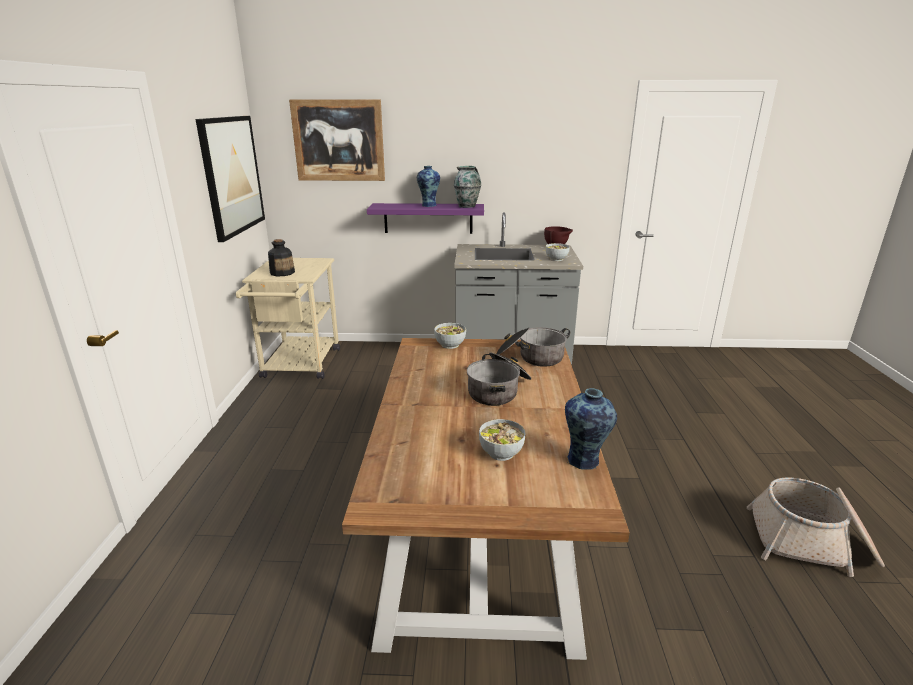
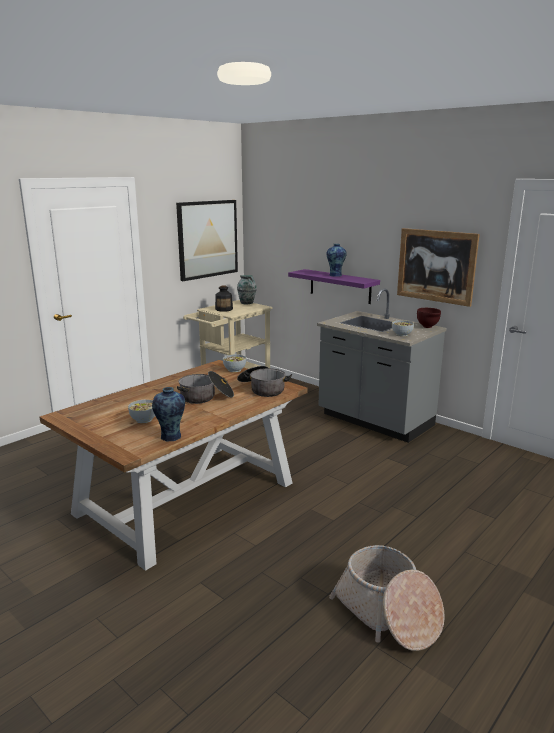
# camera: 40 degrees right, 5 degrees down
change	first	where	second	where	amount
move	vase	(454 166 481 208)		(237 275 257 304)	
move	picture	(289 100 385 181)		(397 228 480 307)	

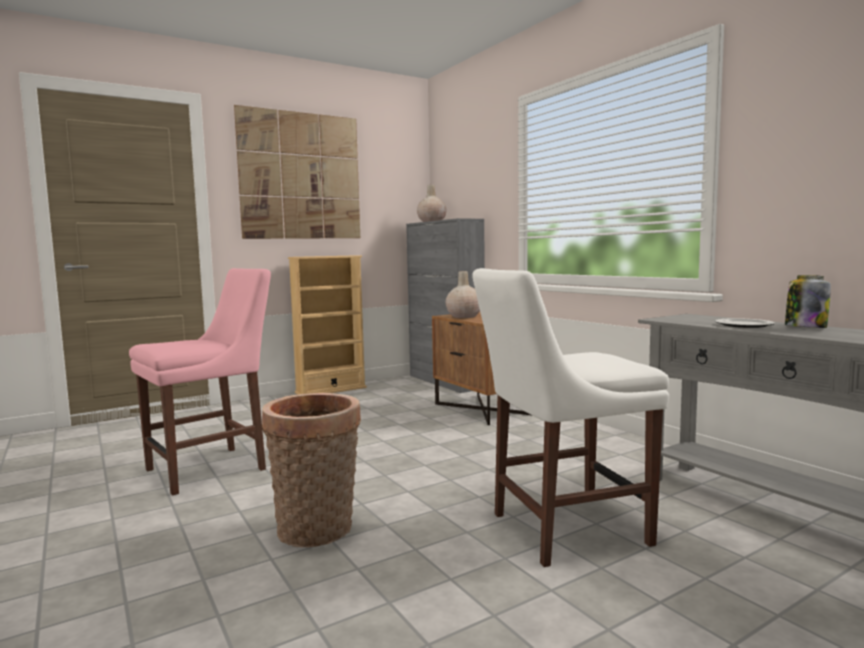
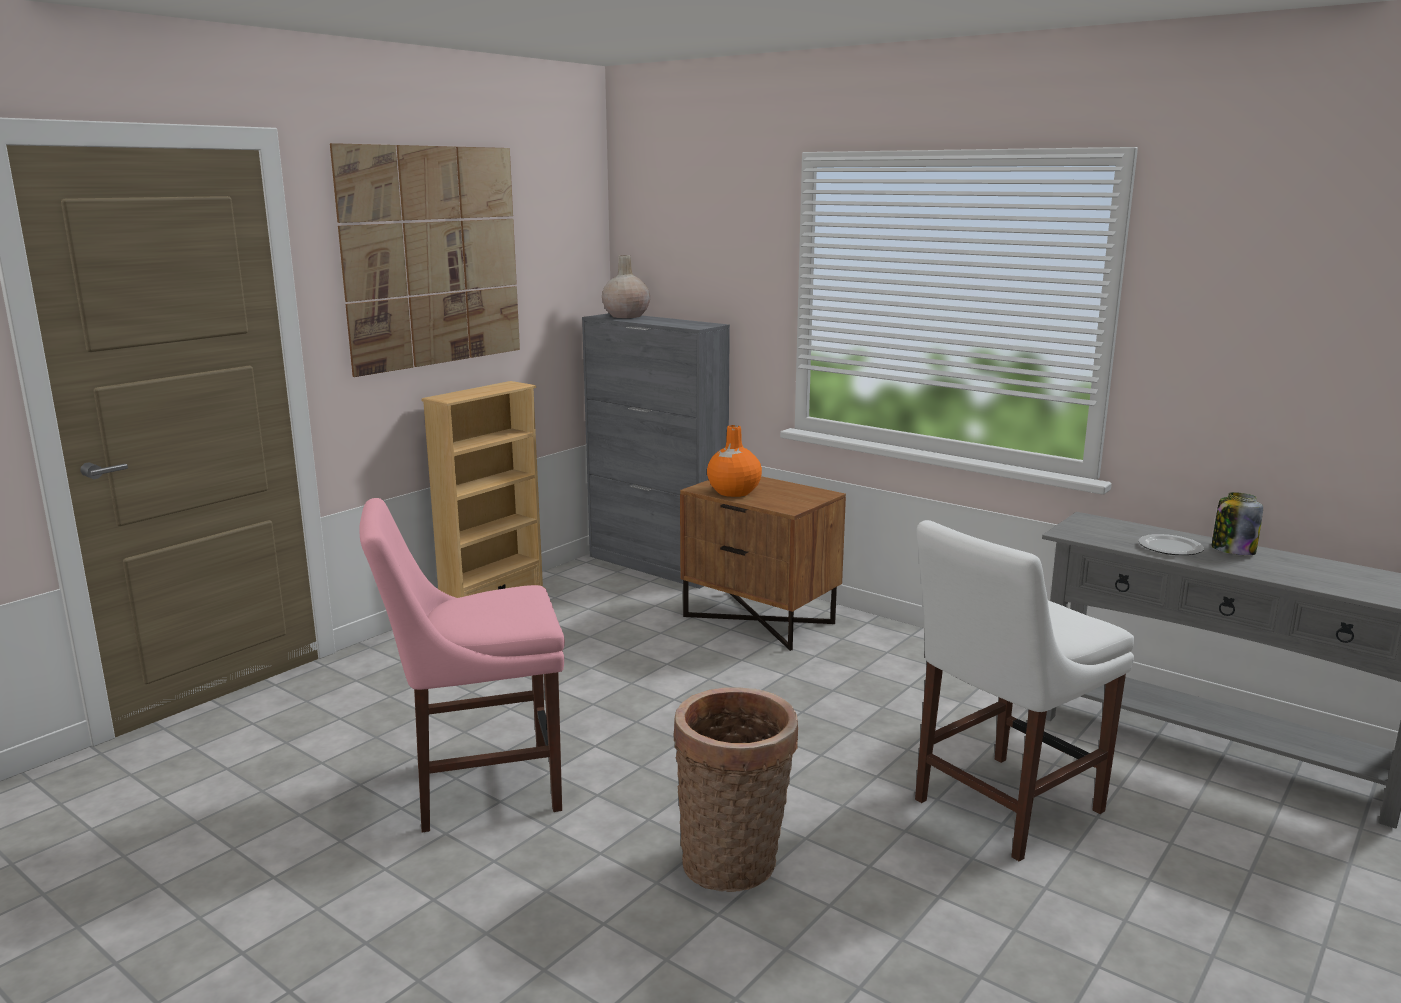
# camera: 20 degrees left, 10 degrees up
change	first	where	second	where	amount
rotate	chair/pink	(129 268 271 496)		(359 498 565 833)	135 degrees counterclockwise
recolor	vase/beige	(446 271 480 318)	vase/orange	(707 425 762 497)	

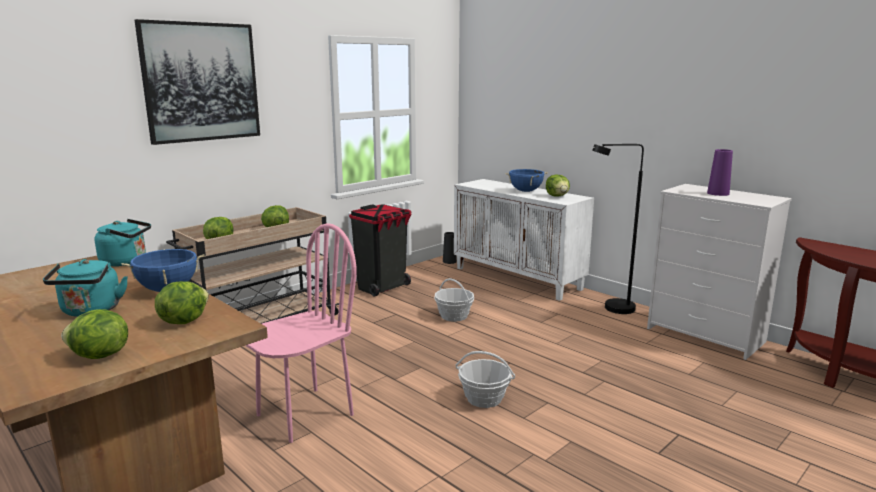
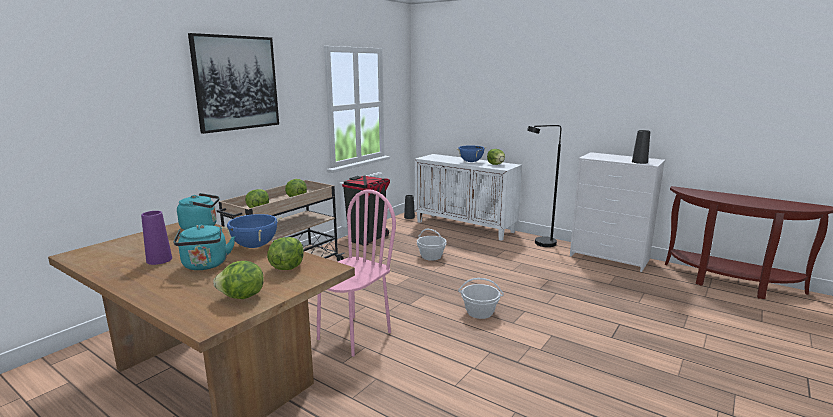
# camera: 10 degrees left, 0 degrees up
change	first	where	second	where	amount
move	vase/purple	(707 149 733 196)		(141 211 172 265)	
insert			vase/black	(632 130 650 164)	

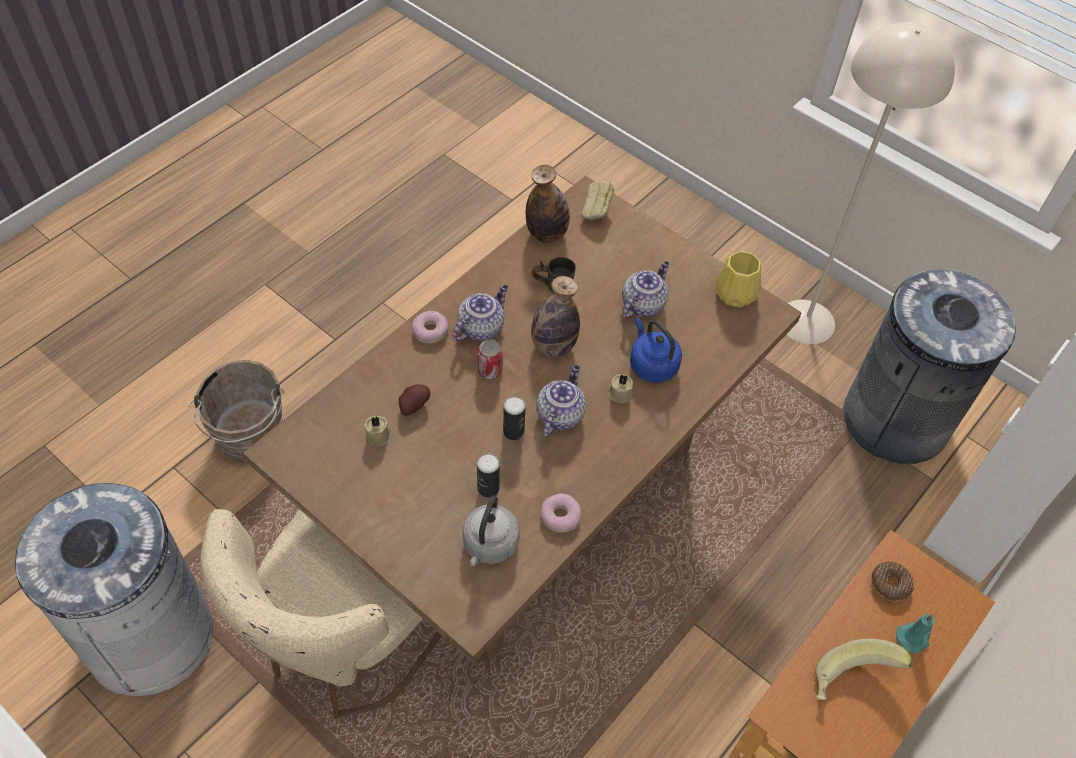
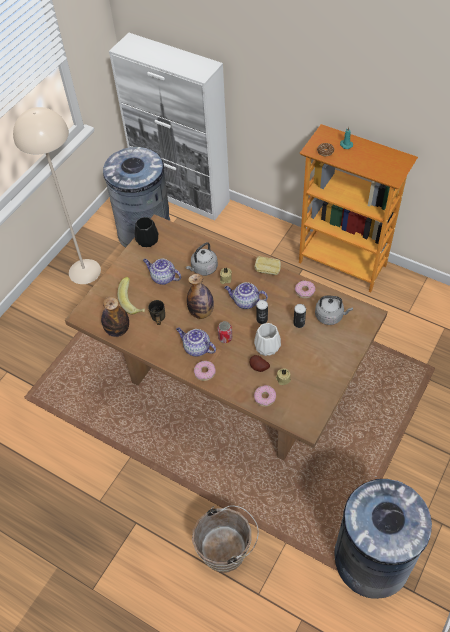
# camera: 95 degrees left, 0 degrees up
change	first	where	second	where	amount
move	banana	(815 638 913 700)		(117 277 145 314)	
recolor	vase/yellow	(716 251 761 308)	vase/black	(135 217 158 247)	
recolor	kettle/blue	(630 318 682 383)	kettle/grey	(186 242 218 276)	
insert			vase/white	(254 323 281 356)	
insert			donut	(254 385 276 407)	
move	bread	(581 181 614 221)		(255 256 281 275)	
delete	chair/beige	(200 509 442 718)			

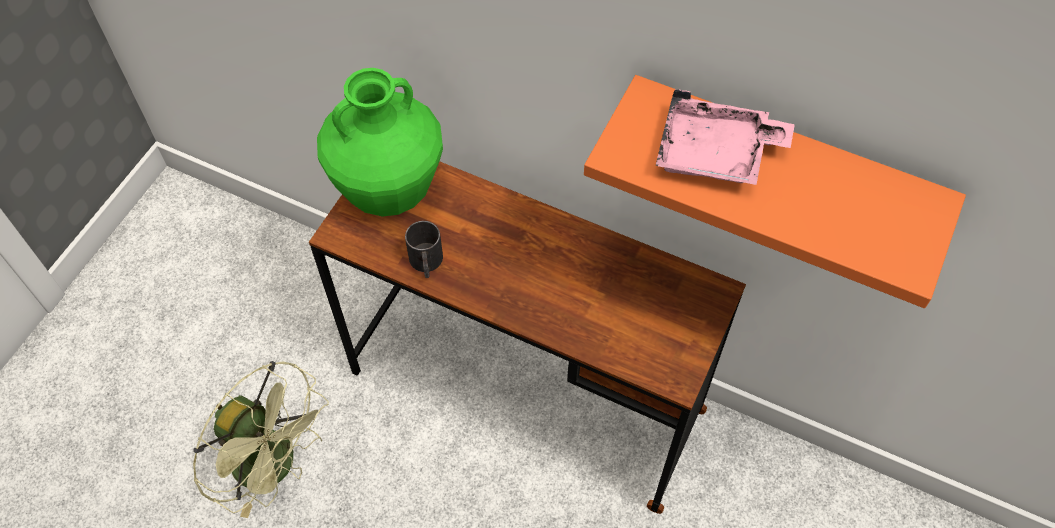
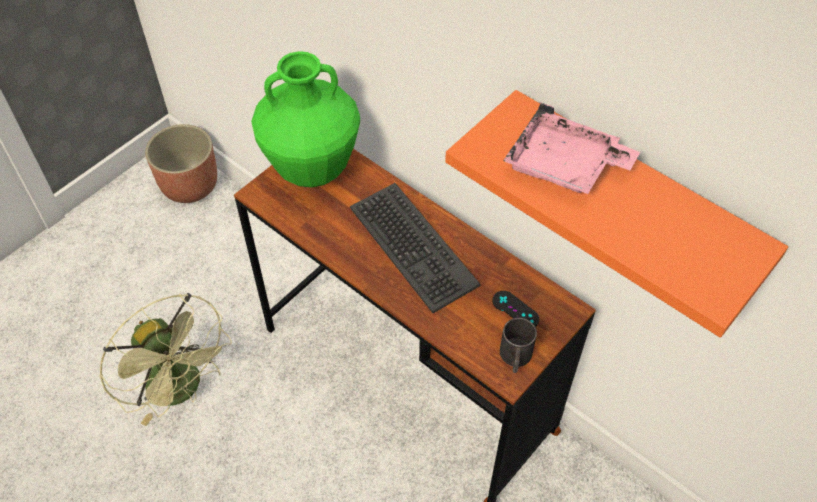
# camera: 15 degrees right, 5 degrees down
change	first	where	second	where	amount
insert			planter	(145 124 217 203)	
insert			keyboard	(350 183 481 313)	
insert			game controller/black	(492 291 539 327)	
move	mug/black	(405 221 443 278)		(500 318 537 373)	

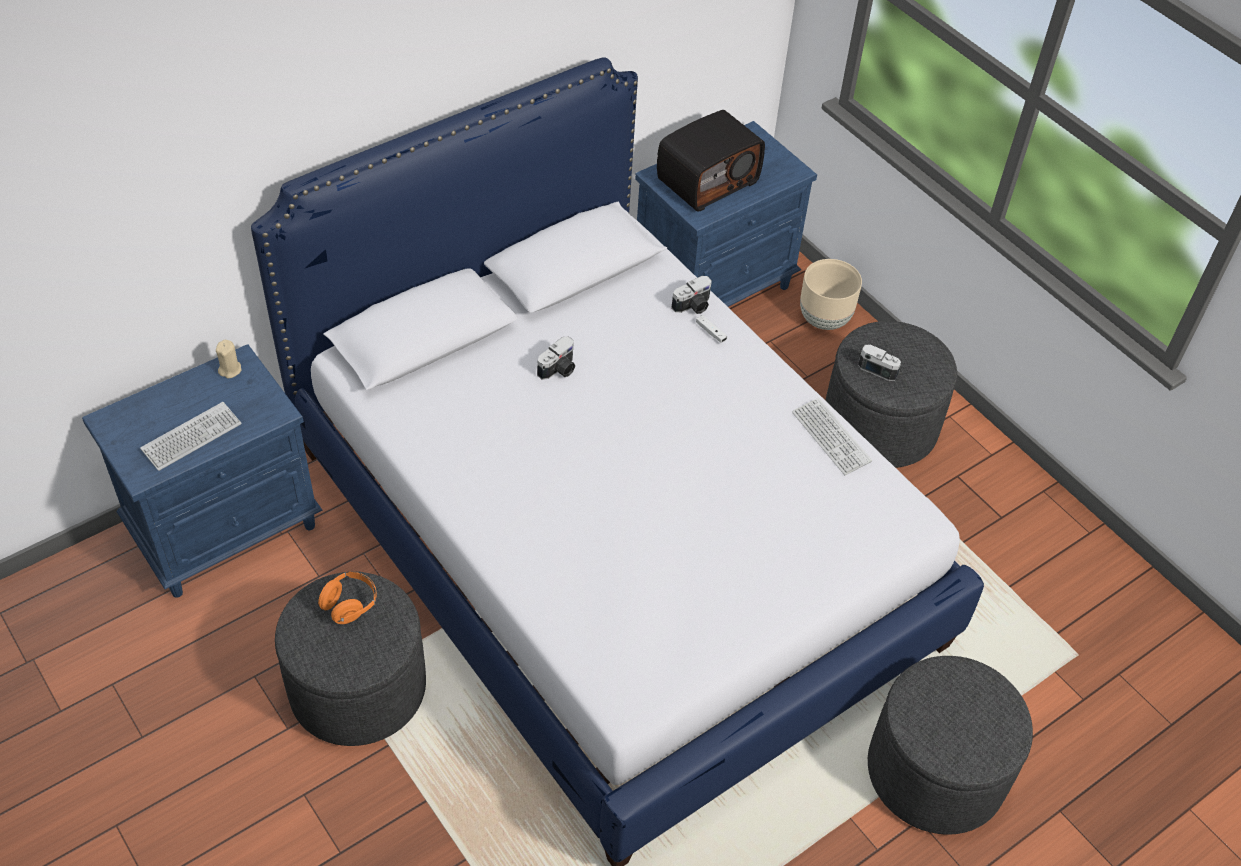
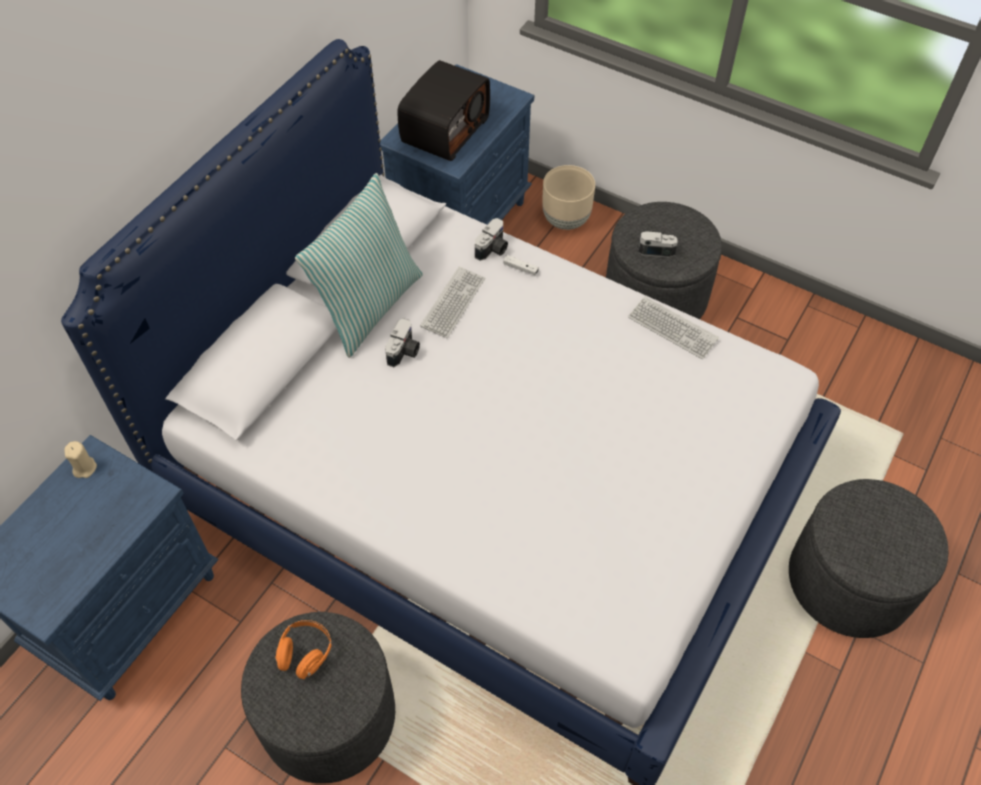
# camera: 20 degrees left, 5 degrees up
change	first	where	second	where	amount
insert			pillow	(295 173 423 358)	
move	keyboard	(140 402 241 471)		(420 266 485 338)	

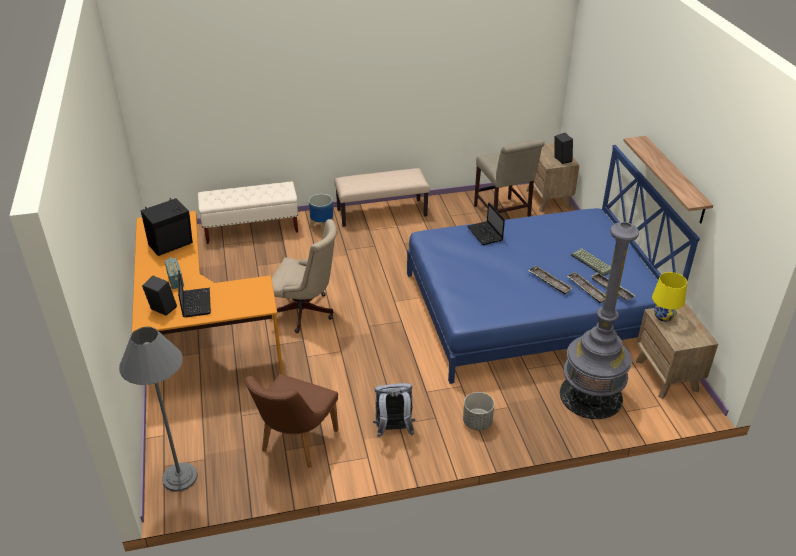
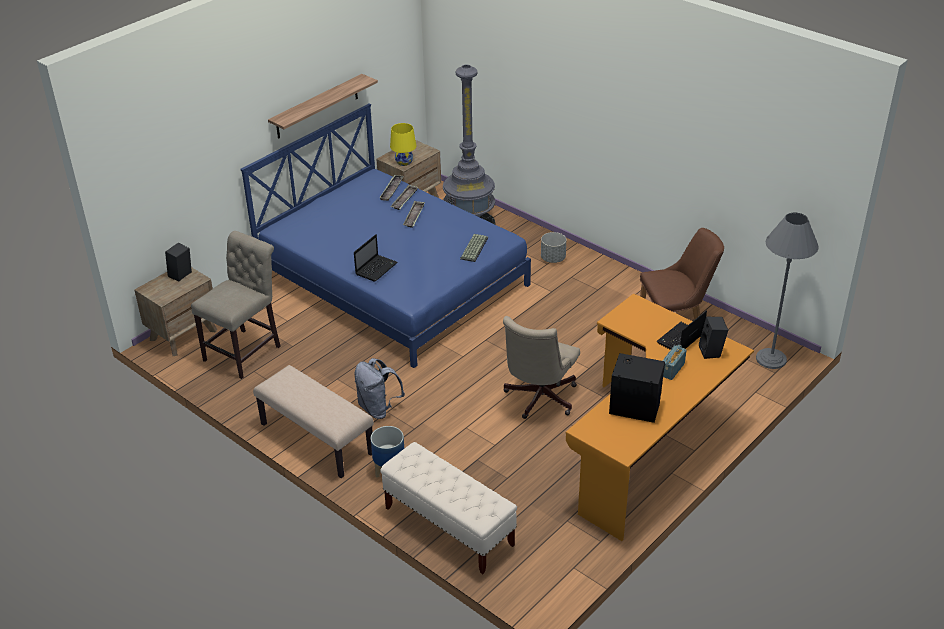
# camera: 125 degrees left, 0 degrees up
change	first	where	second	where	amount
move	backpack/grey	(373 383 415 437)		(355 358 405 419)	
move	keyboard	(571 248 611 276)		(460 234 488 262)	
rotate	office chair/beige	(272 219 337 333)		(503 316 580 419)	135 degrees counterclockwise

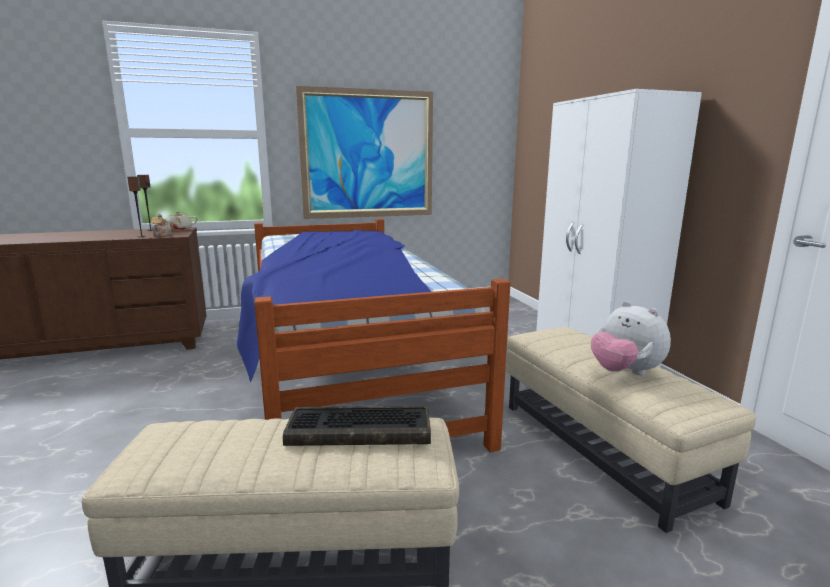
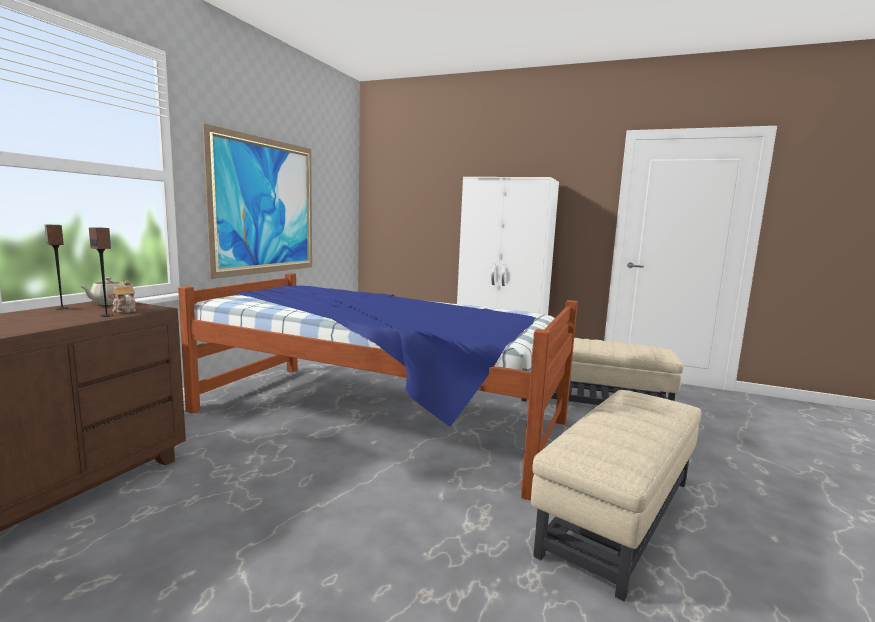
# camera: 50 degrees left, 5 degrees down
change	first	where	second	where	amount
delete	keyboard	(283 406 431 446)			
delete	plush toy	(591 301 671 375)			

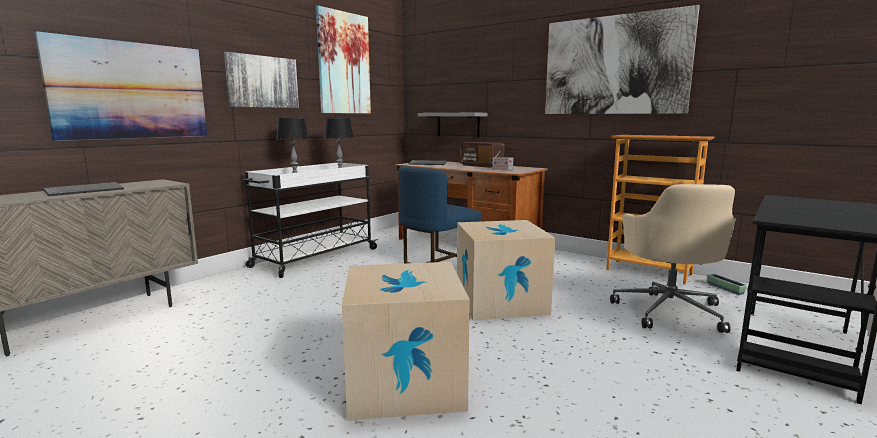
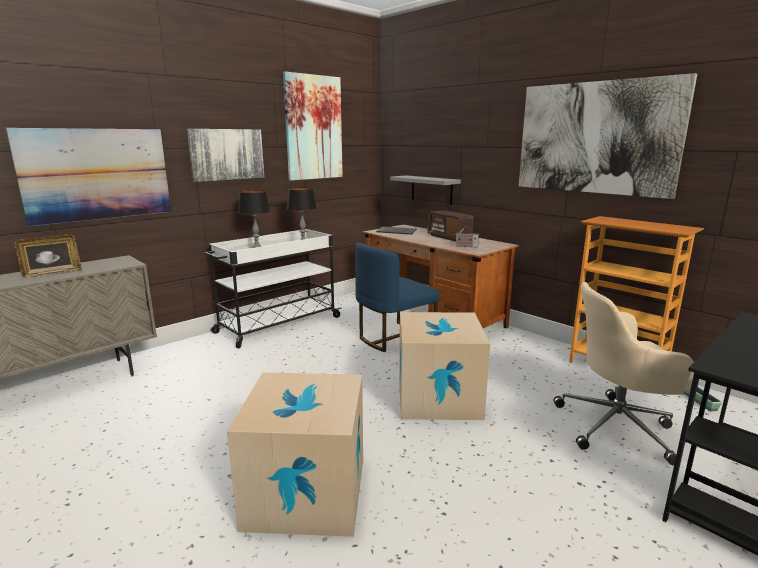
# camera: 10 degrees right, 5 degrees up
change	first	where	second	where	amount
replace	keyboard	(43 182 124 196)	picture frame	(14 234 82 278)	
rotate	office chair/beige	(610 184 735 333)		(553 282 694 465)	75 degrees clockwise

